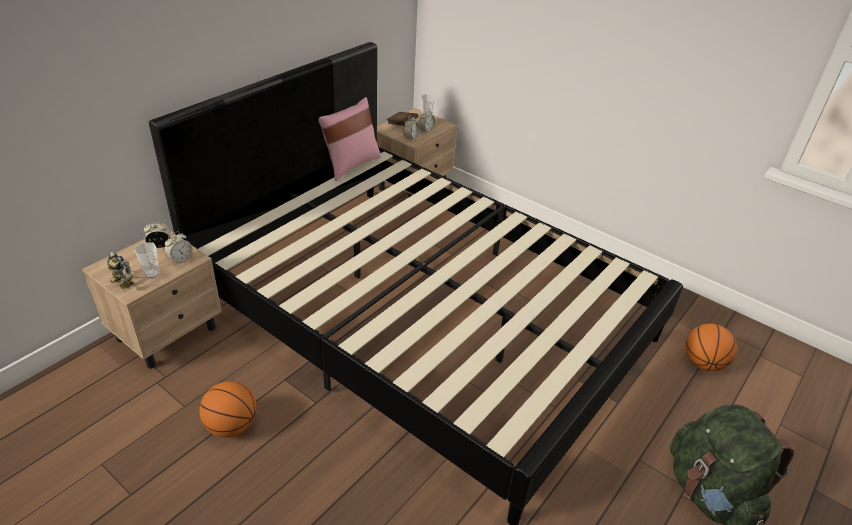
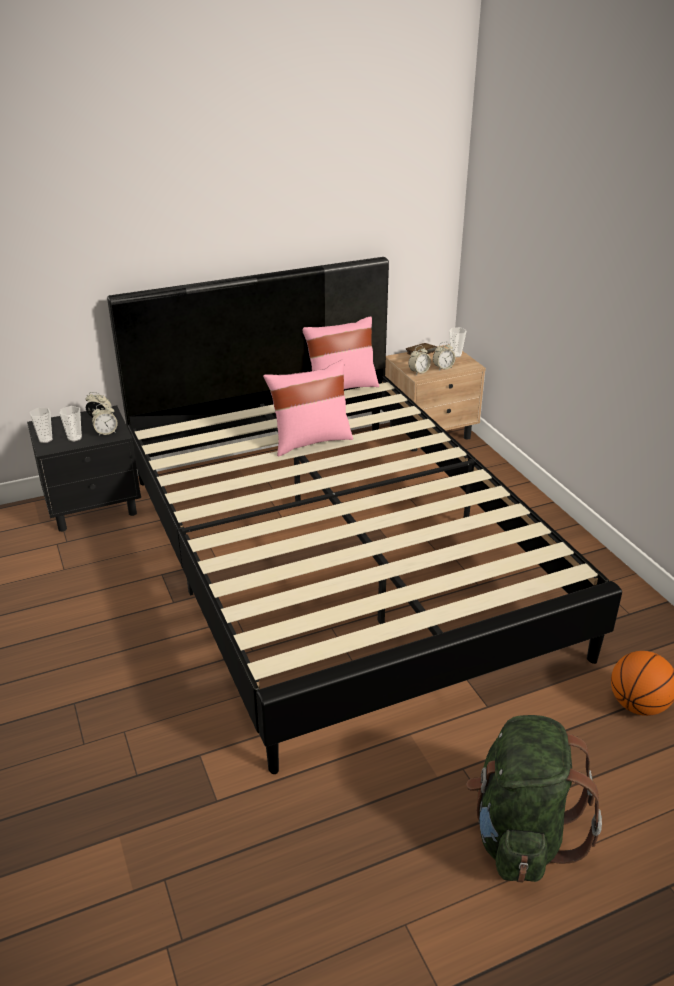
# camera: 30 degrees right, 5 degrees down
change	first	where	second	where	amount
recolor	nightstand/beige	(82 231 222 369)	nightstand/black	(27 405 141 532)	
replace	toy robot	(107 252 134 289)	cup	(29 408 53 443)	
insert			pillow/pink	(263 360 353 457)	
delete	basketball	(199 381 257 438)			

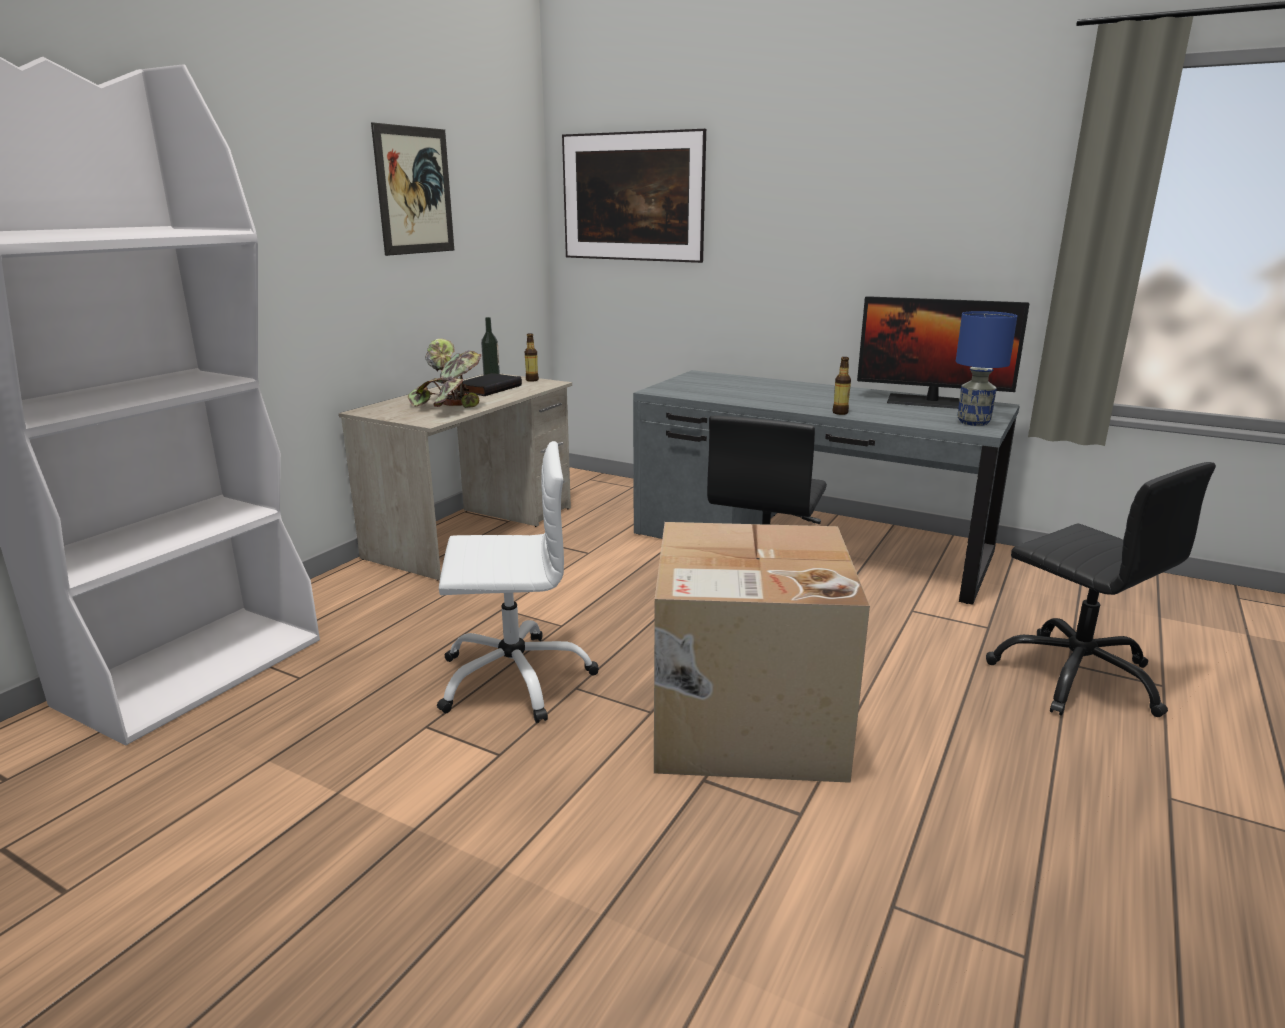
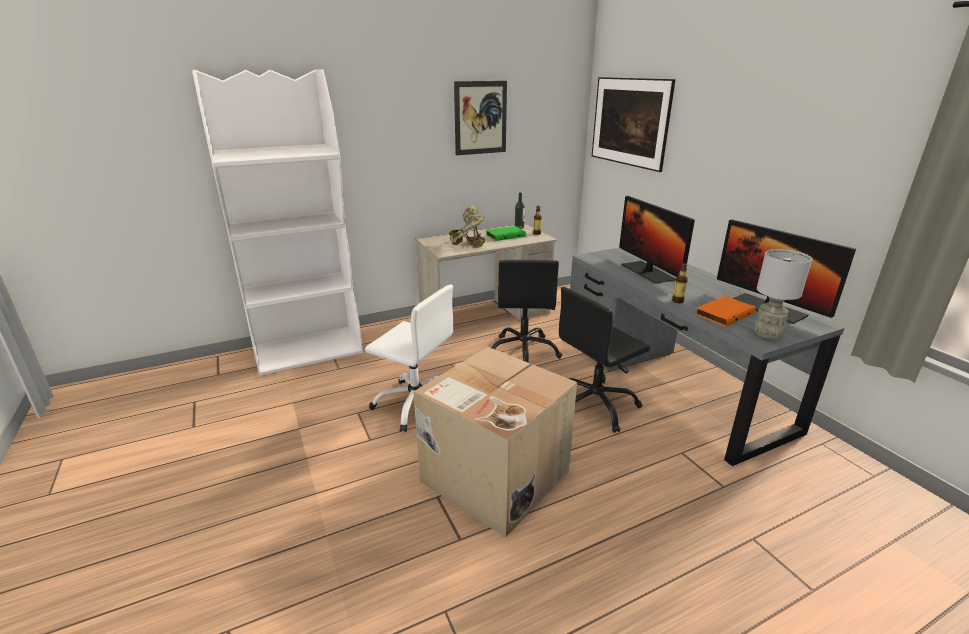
# camera: 35 degrees right, 5 degrees up
change	first	where	second	where	amount
recolor	book/black	(457 373 522 396)	book/green	(486 226 526 241)	
move	office chair/black	(986 462 1216 717)		(491 260 562 363)	
insert			monitor	(619 196 695 284)	
insert			book/orange	(695 296 755 327)	
recolor	table lamp/blue	(956 311 1017 426)	table lamp/grey	(754 249 812 339)	

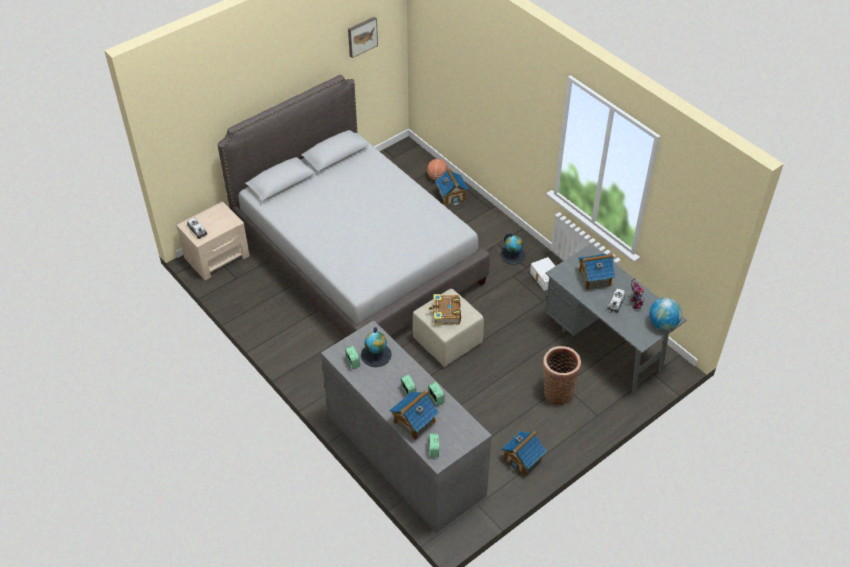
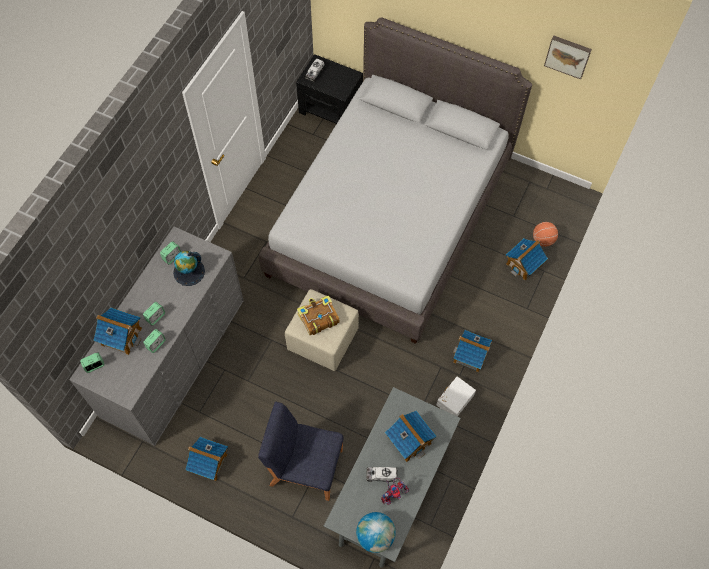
# camera: 65 degrees right, 15 degrees up
change	first	where	second	where	amount
replace	basket	(543 346 581 406)	chair/blue	(258 402 344 501)	
recolor	nightstand/beige	(176 201 250 280)	nightstand/black	(296 54 363 124)	
replace	globe	(500 233 525 265)	toy house	(453 330 492 372)	

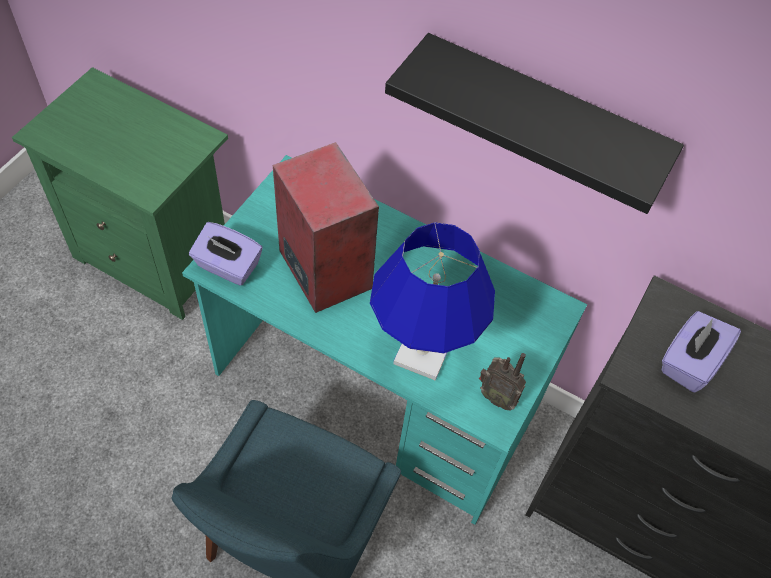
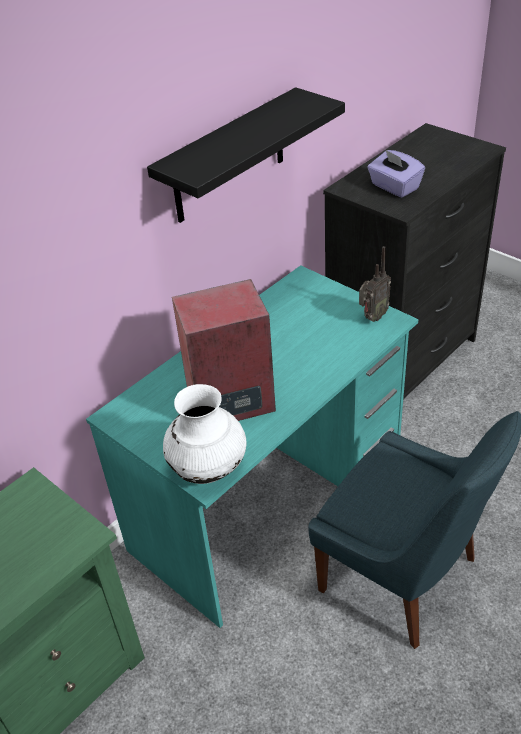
# camera: 70 degrees left, 15 degrees down
change	first	where	second	where	amount
replace	tissue box/purple	(189 222 262 286)	vase/white	(163 384 246 484)	
delete	table lamp/blue	(370 222 495 381)			

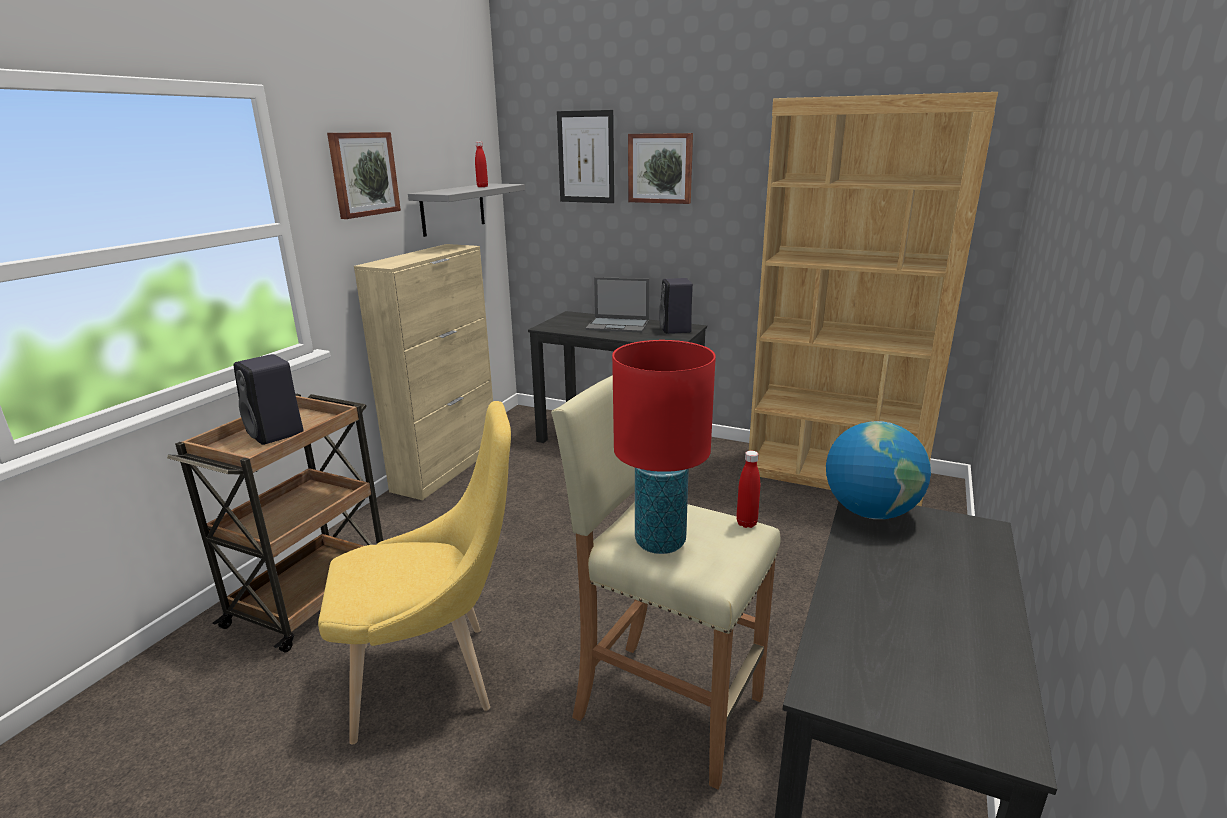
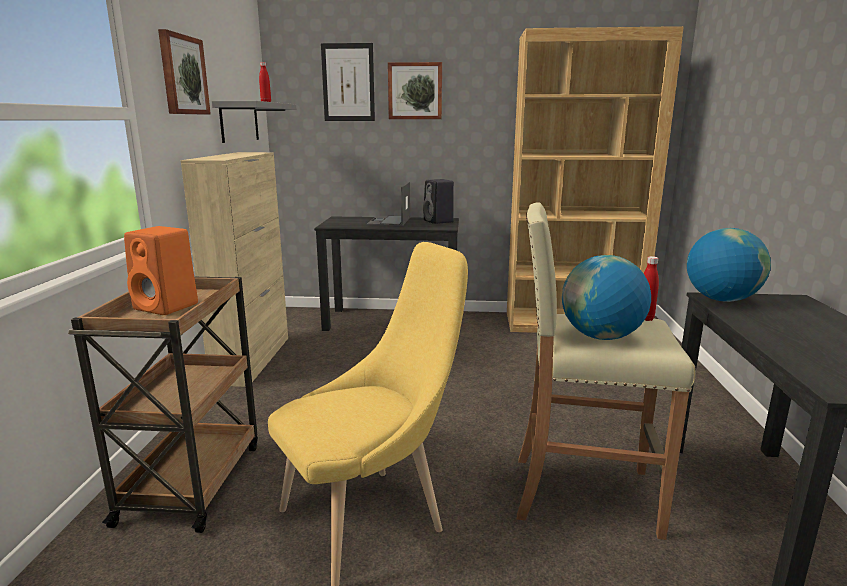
# camera: 20 degrees left, 5 degrees down
change	first	where	second	where	amount
recolor	speaker/black	(234 354 304 445)	speaker/orange	(124 226 198 315)	
rotate	laptop	(586 277 649 333)		(367 182 410 226)	105 degrees clockwise
replace	table lamp/red	(612 340 716 554)	globe	(562 255 651 340)	

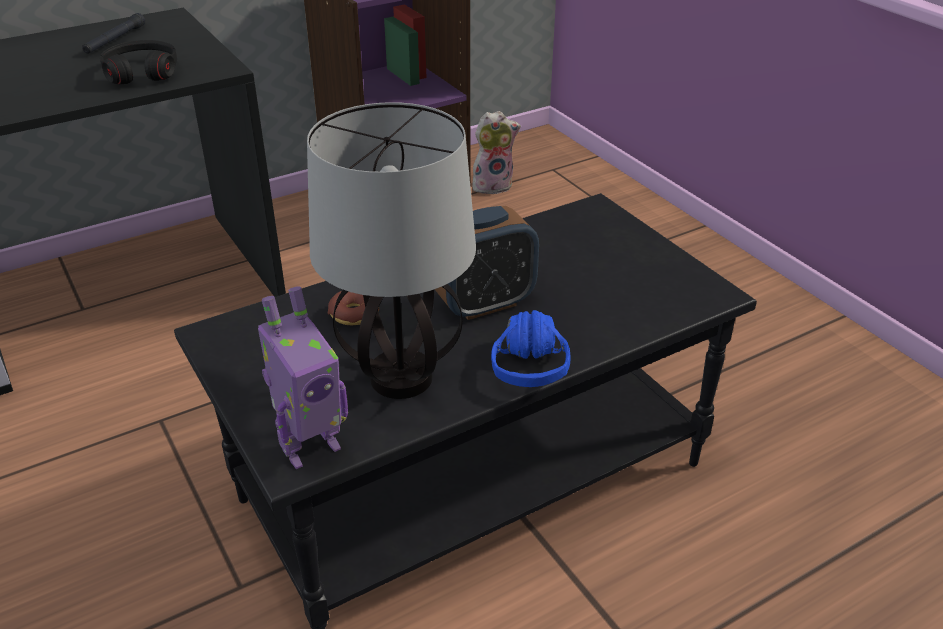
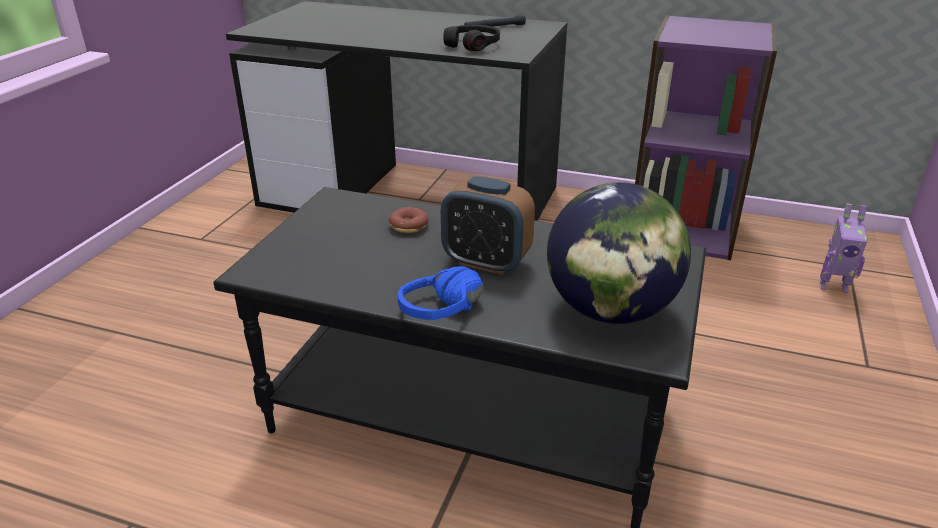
# camera: 50 degrees right, 5 degrees down
change	first	where	second	where	amount
insert			globe	(547 182 691 324)	
move	toy robot	(258 287 348 469)		(820 204 867 293)	
delete	table lamp	(307 102 476 399)			
delete	plush toy	(473 111 521 194)			

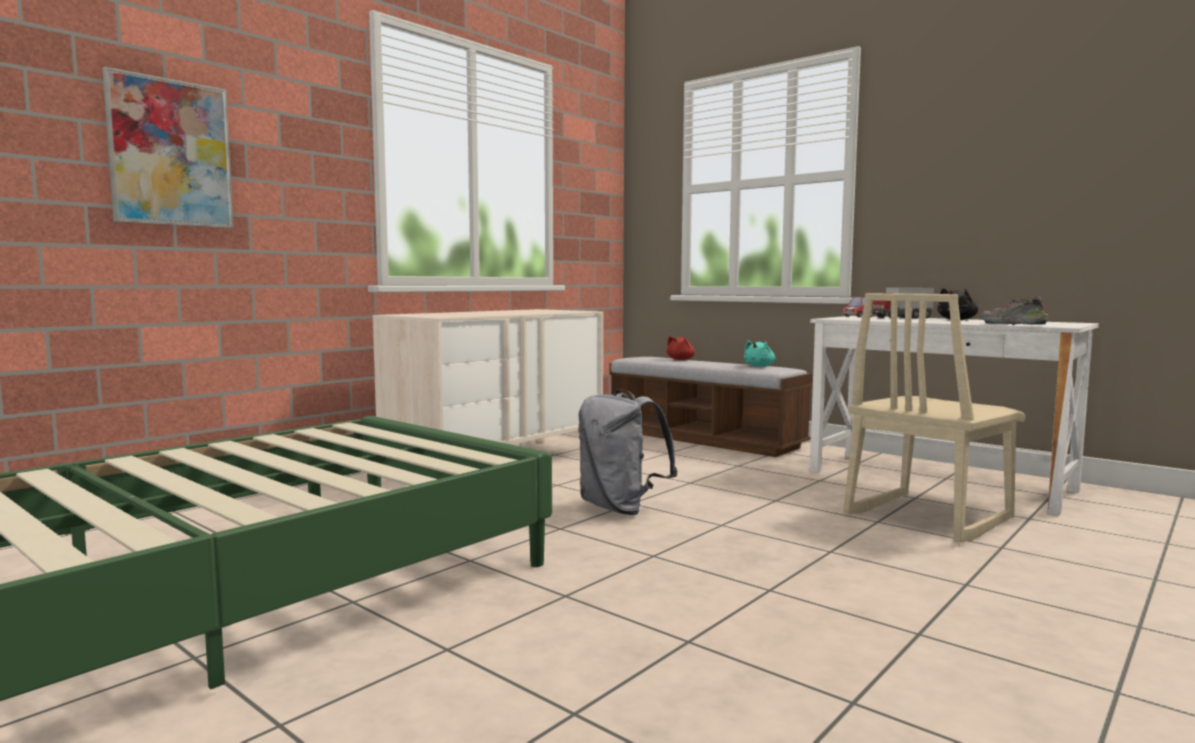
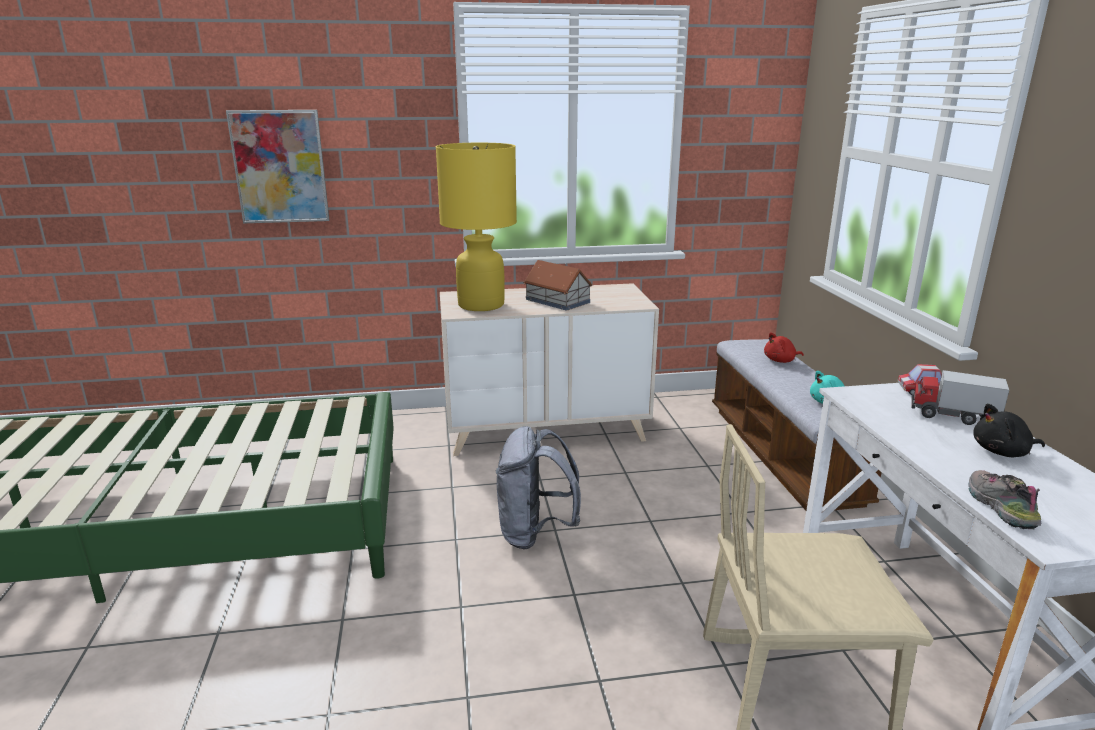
# camera: 40 degrees right, 15 degrees up
change	first	where	second	where	amount
insert			table lamp/yellow	(436 143 517 311)	
insert			toy house	(524 260 593 311)	

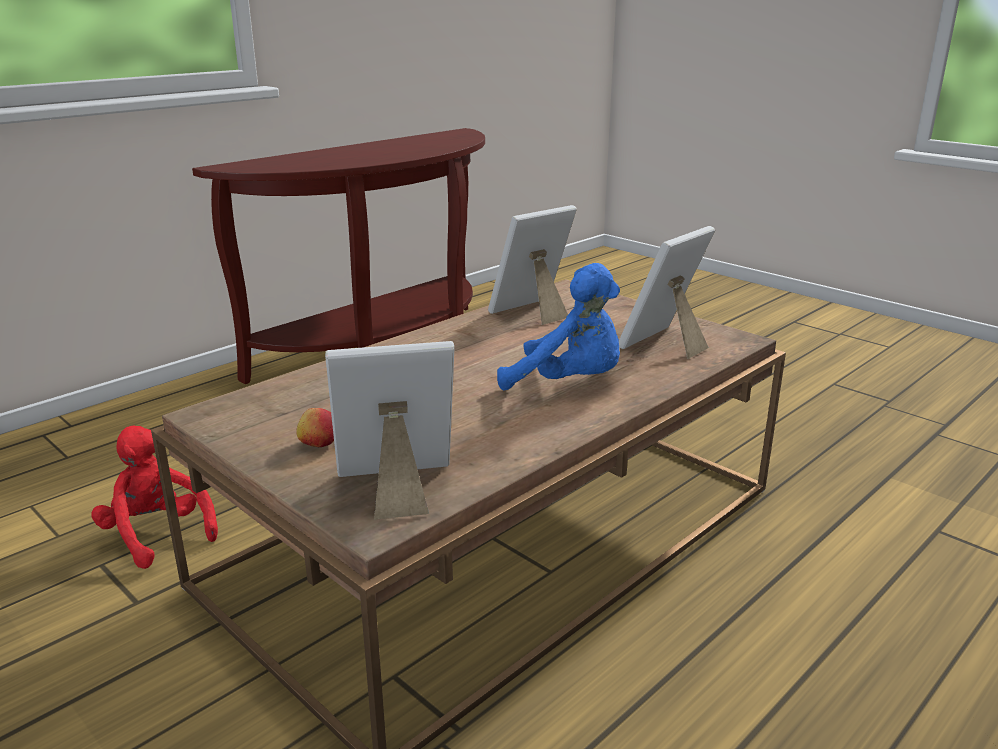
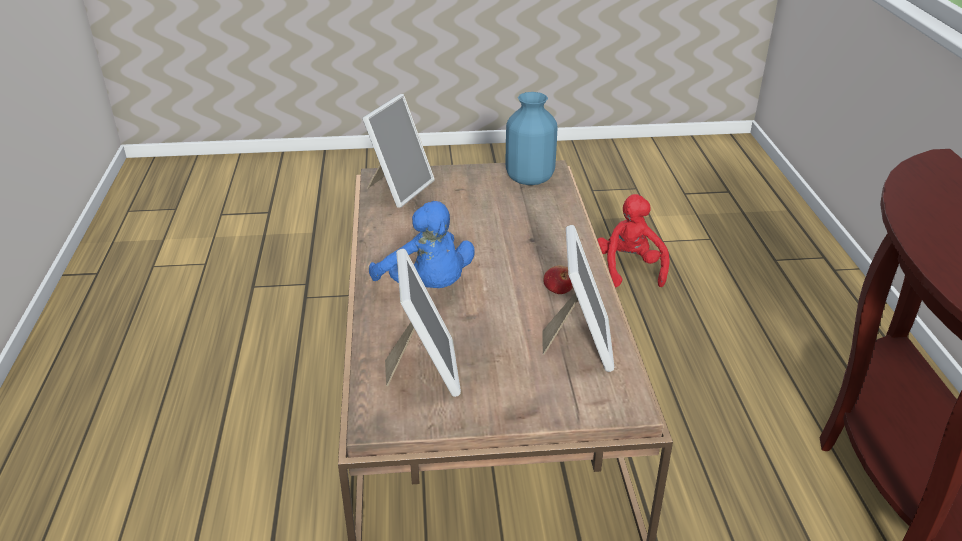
# camera: 130 degrees right, 10 degrees up
change	first	where	second	where	amount
rotate	plush toy/blue	(497 263 620 390)		(369 201 475 288)	105 degrees counterclockwise
insert			vase/blue	(506 92 557 185)	
move	apple	(296 408 334 447)		(543 265 573 294)	
rotate	plush toy/red	(91 426 218 569)		(597 194 669 288)	90 degrees counterclockwise

